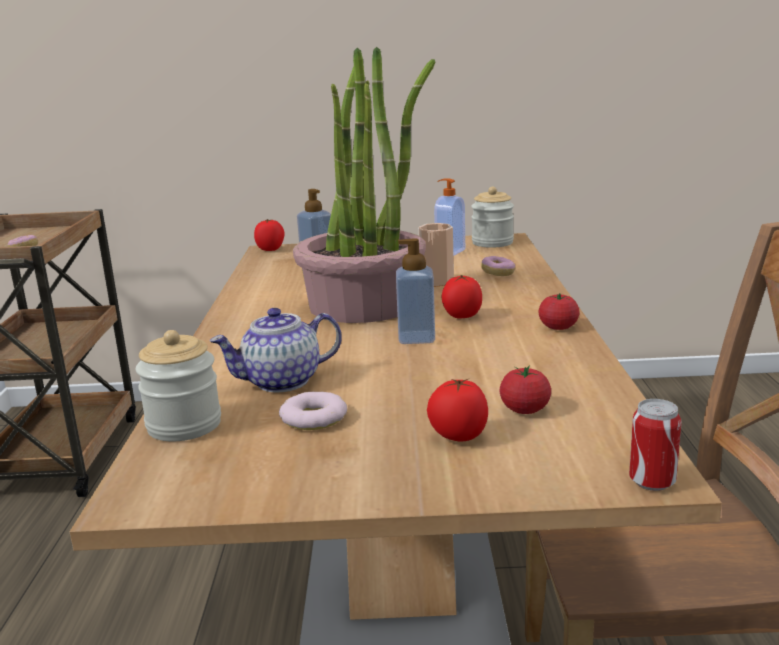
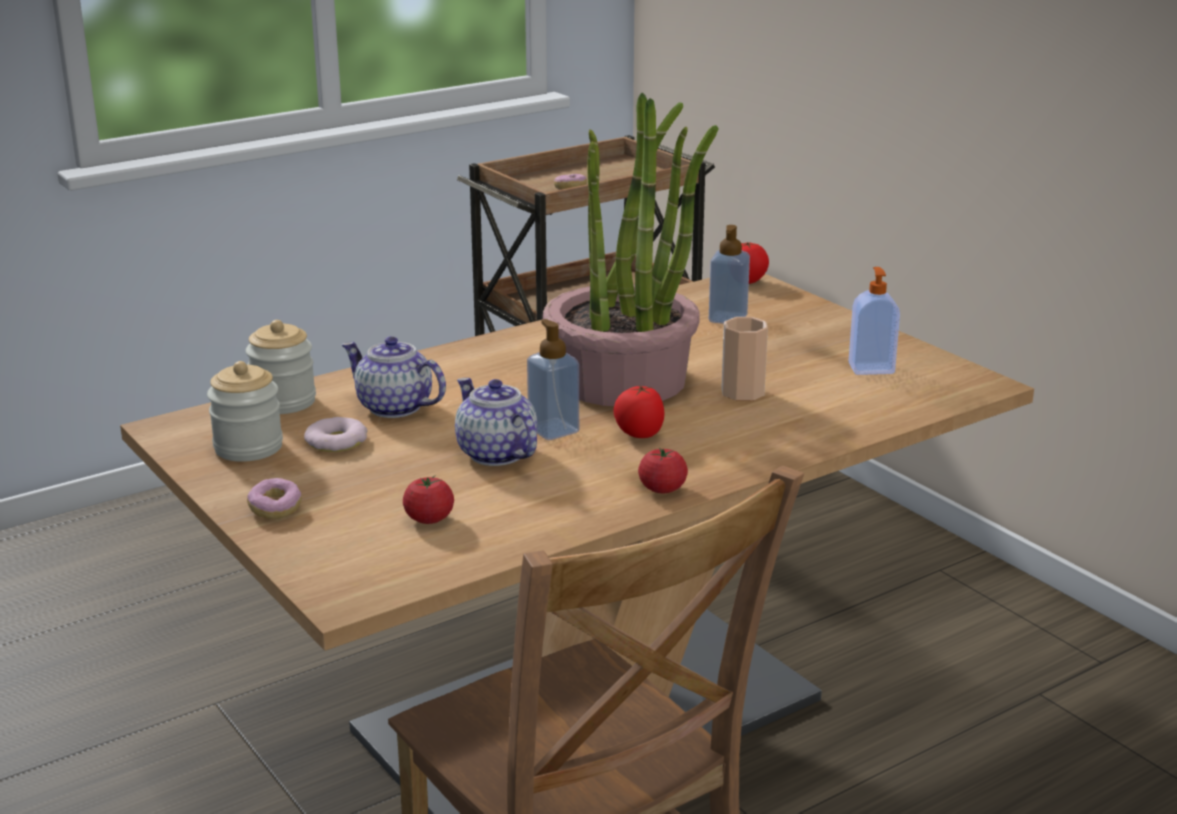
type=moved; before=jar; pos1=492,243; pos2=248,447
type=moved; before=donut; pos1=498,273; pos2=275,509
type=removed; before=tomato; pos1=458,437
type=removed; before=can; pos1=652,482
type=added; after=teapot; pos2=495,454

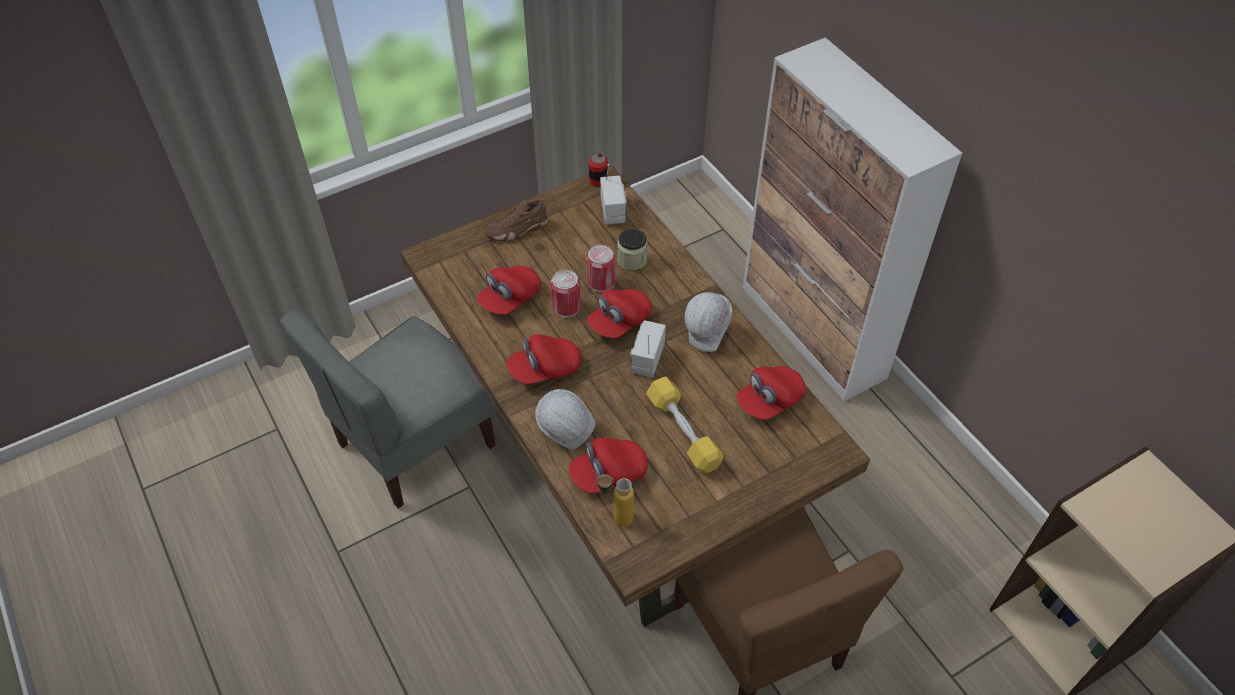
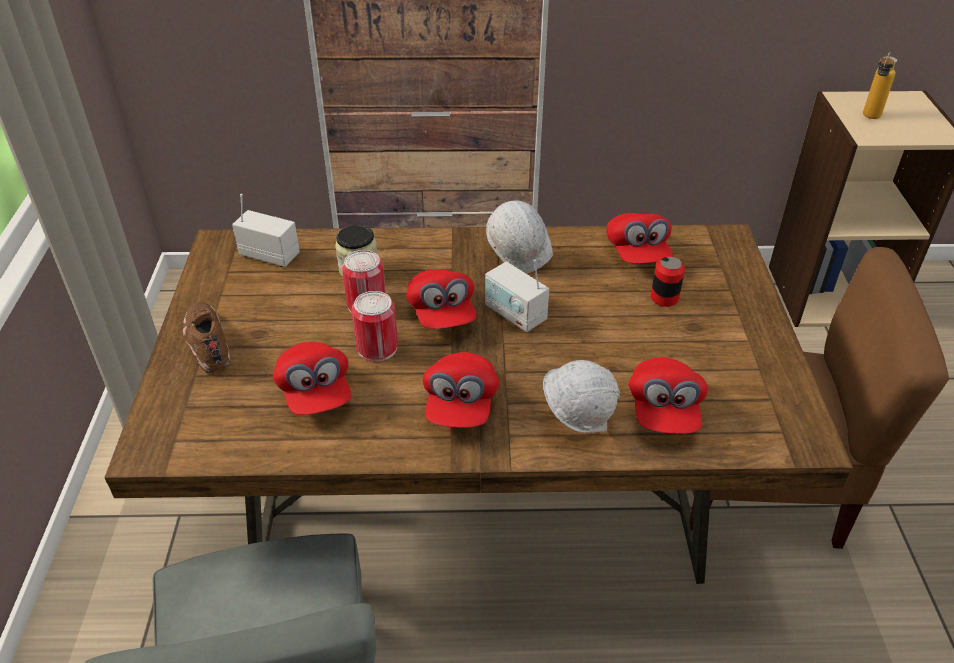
type=moved; before=can; pos1=598,181; pos2=664,298
type=turned; before=brown shoe; pos1=517,230; pos2=207,342; turn=150
type=removed; before=yellow dumbbell; pos1=683,432
type=moved; before=bottle; pos1=615,518; pos2=869,118

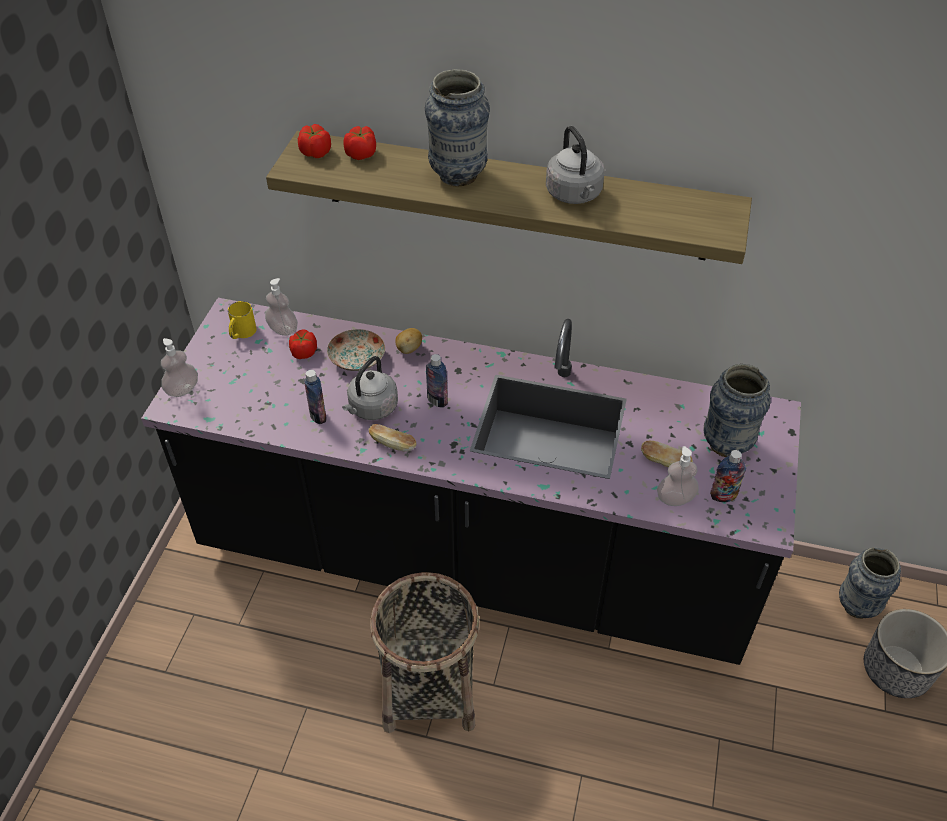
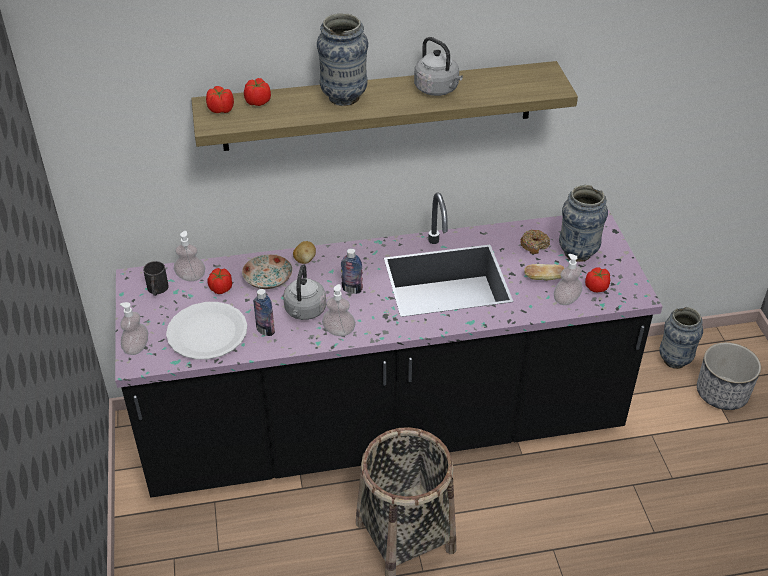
type=recoloured; before=yellow mug; after=black mug; pos1=241,333; pos2=157,290
type=replaced; before=bread; after=soap dispenser; pos1=393,444; pos2=339,331
type=replaced; before=bottle; after=tomato; pos1=723,496; pos2=596,287
type=added; after=donut; pos2=534,245
type=added; after=white plate; pos2=207,332

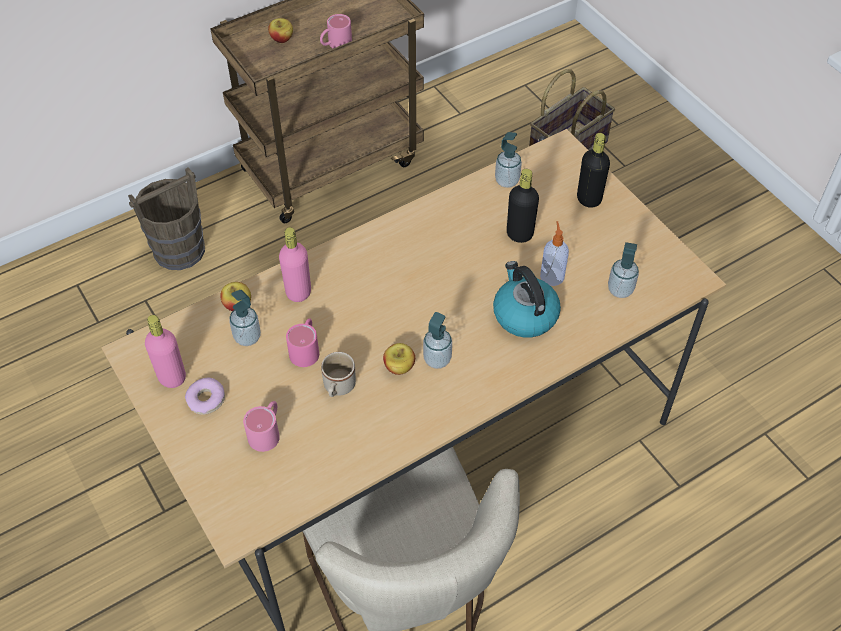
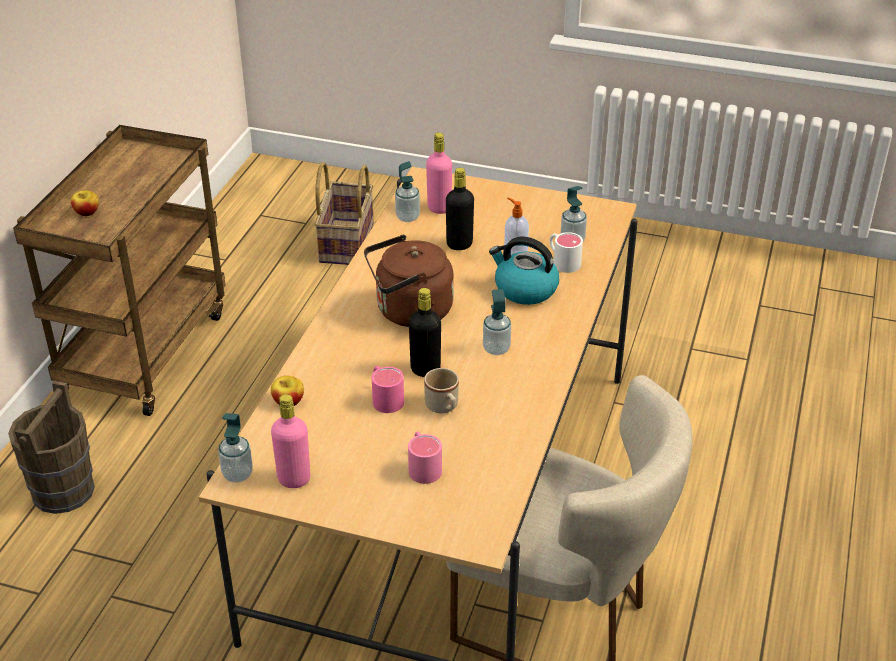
type=removed; before=pink mug; pos1=335,44
type=moved; before=black bottle; pos1=589,199; pos2=425,369
type=moved; before=pink bottle; pos1=298,292; pos2=439,208
type=moved; before=soap dispenser; pos1=247,337; pos2=237,474
type=removed; before=apple; pos1=399,367
type=removed; before=donut; pos1=206,400
type=added; after=white mug; pos2=562,261
type=added; after=brown kettle; pos2=409,312

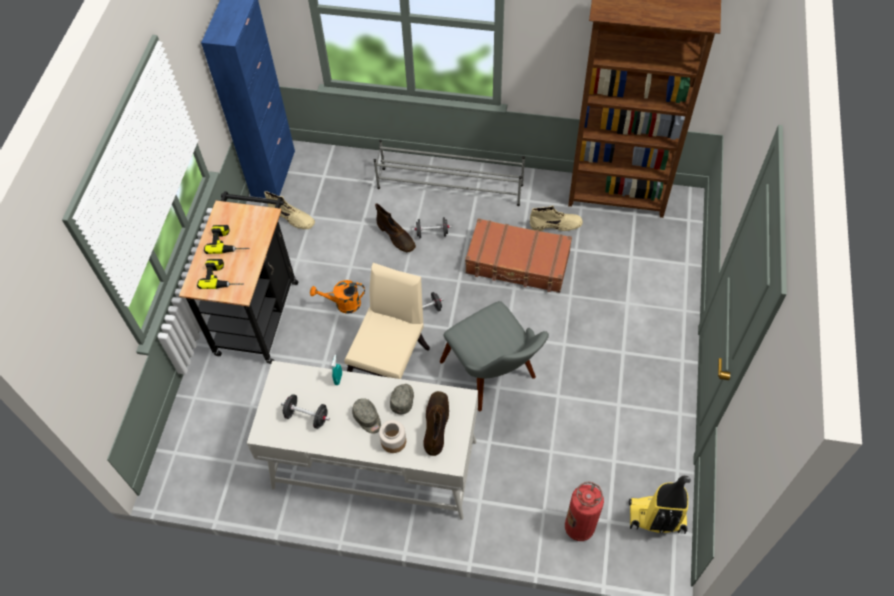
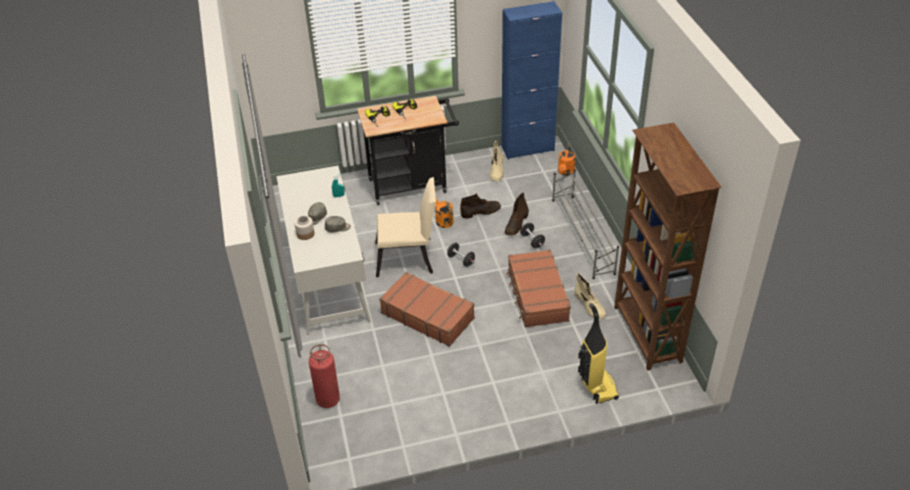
type=replaced; before=grey chair; after=brown suitcase; pos1=495,377; pos2=427,315
type=moved; before=brown boot; pos1=436,424; pos2=481,211
type=removed; before=black dumbbell; pos1=307,416
type=moved; before=vacuum cleaner; pos1=656,518; pos2=596,385
type=added; after=orange watering can; pos2=565,172

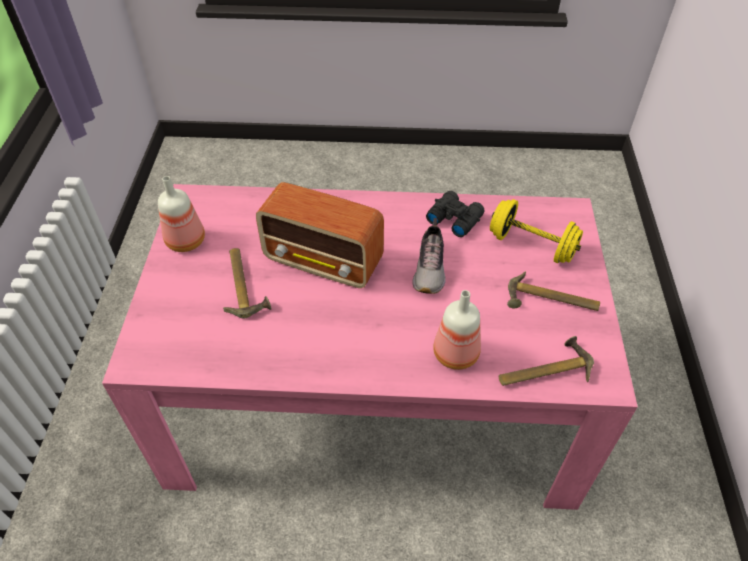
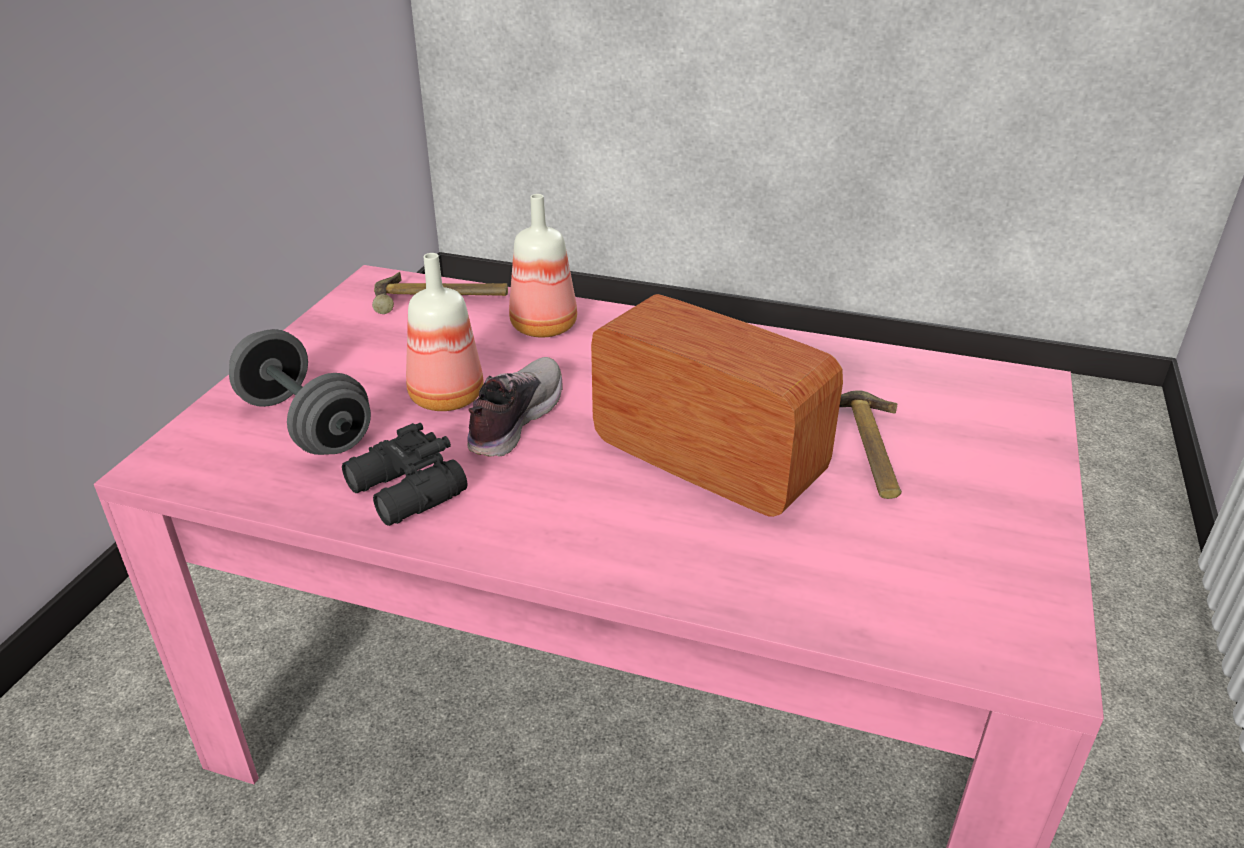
type=moved; before=bottle; pos1=186,240; pos2=445,399
type=recoloured; before=yellow dumbbell; after=grey dumbbell; pos1=531,245; pos2=305,424
type=removed; before=hammer; pos1=551,302

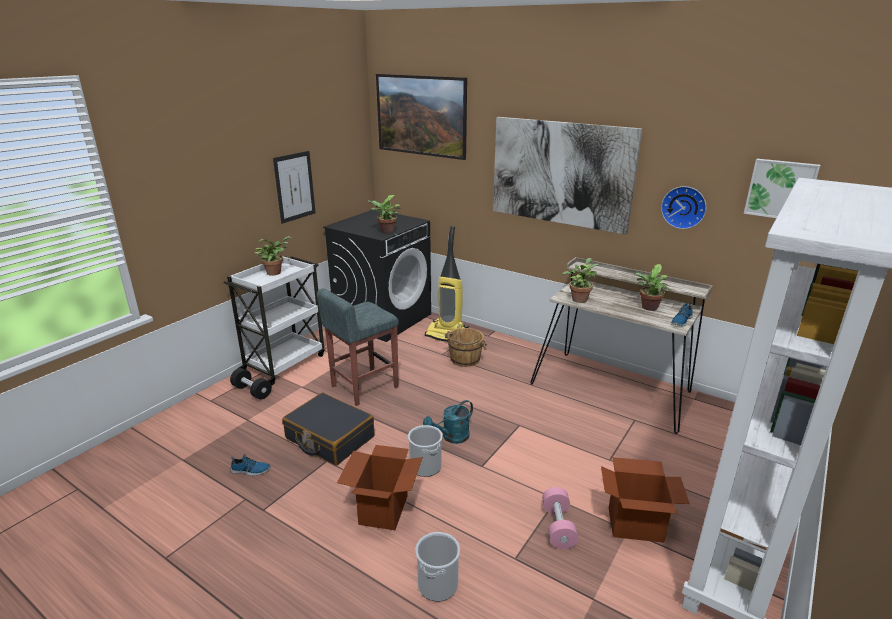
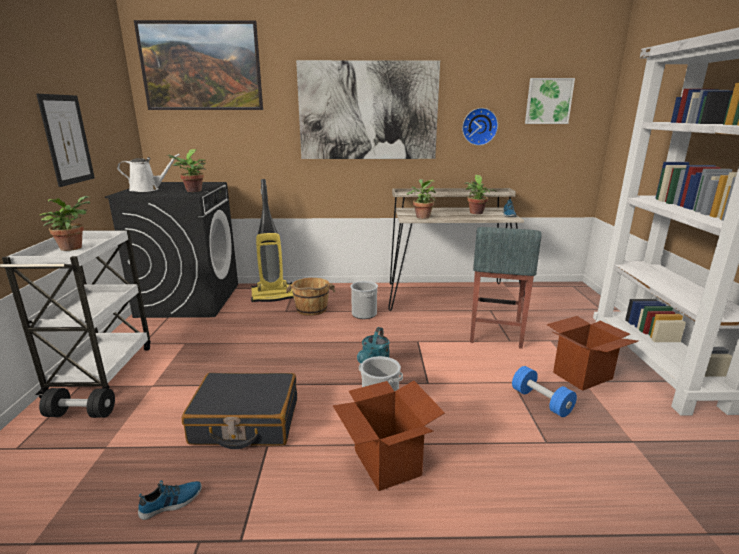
type=moved; before=grey stool; pos1=363,387; pos2=495,333
type=recoloured; before=pink dumbbell; after=blue dumbbell; pos1=558,527; pos2=541,401
type=moved; before=bucket; pos1=438,584; pos2=364,314
type=added; after=white watering can; pos2=147,189

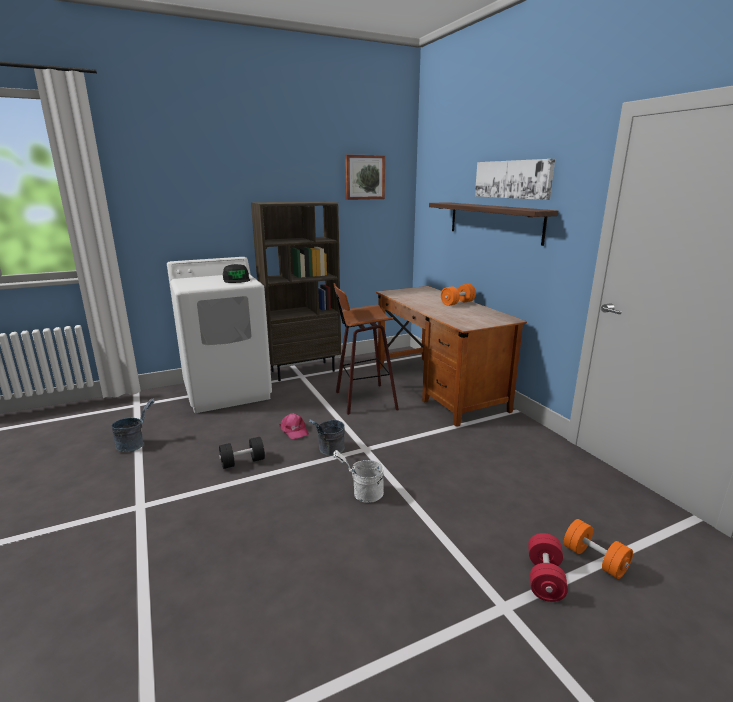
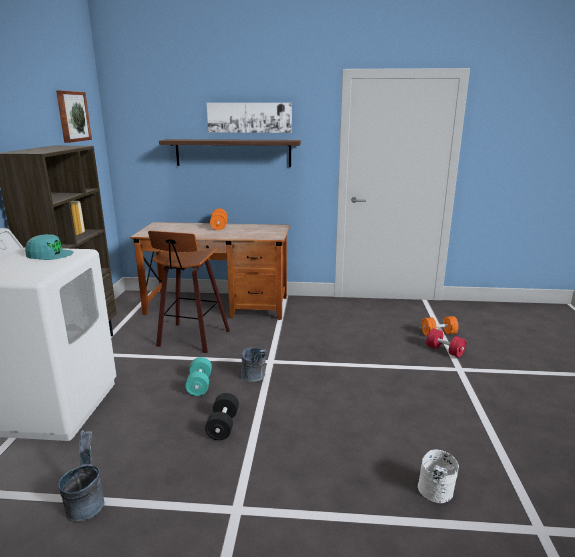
type=recoloured; before=black cap; after=turquoise cap; pos1=236,279; pos2=49,254
type=replaced; before=pink cap; after=turquoise dumbbell; pos1=294,430; pos2=199,385
type=moved; before=white bucket; pos1=362,494; pos2=435,495

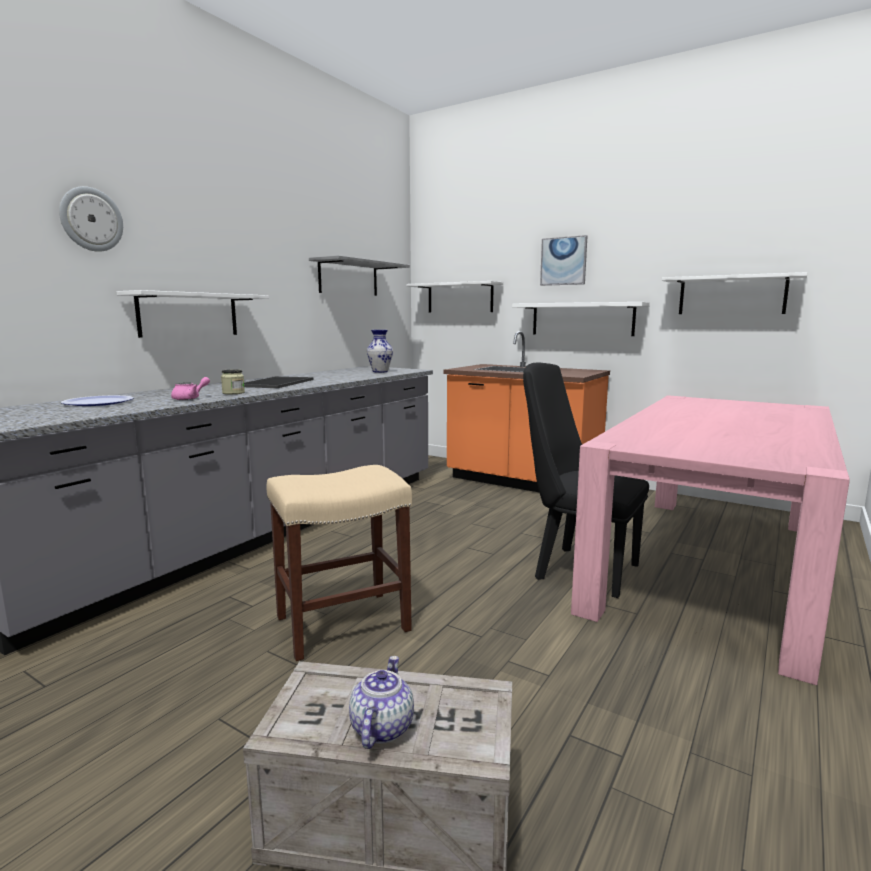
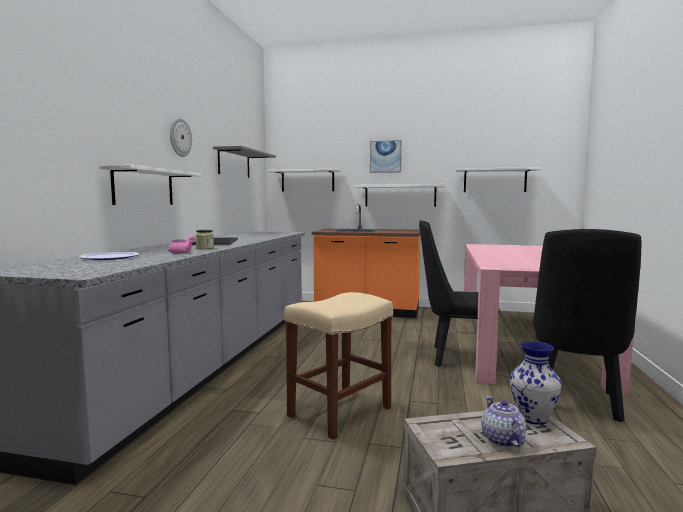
type=moved; before=wall clock; pos1=91,219; pos2=180,137
type=moved; before=vase; pos1=379,371; pos2=532,418
type=added; after=black chair; pos2=575,403

